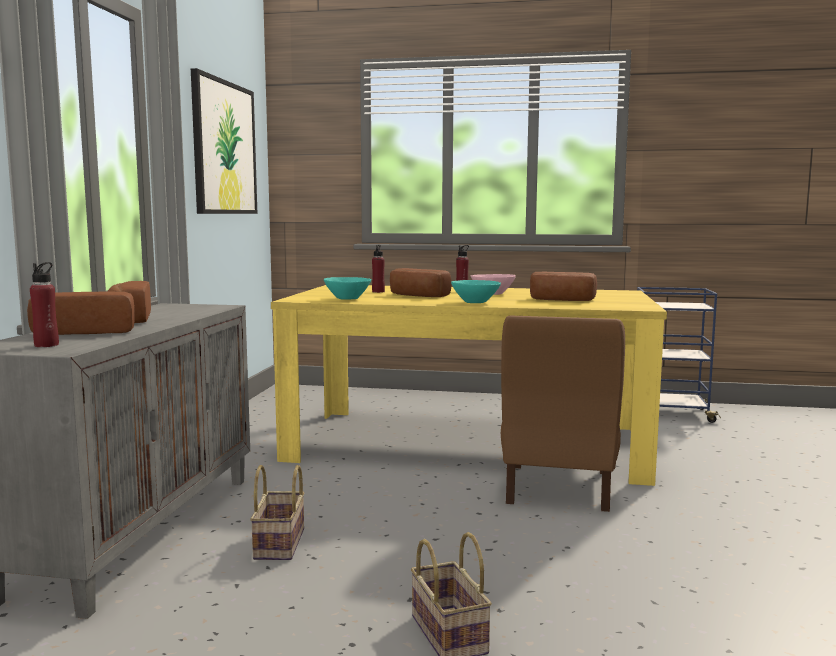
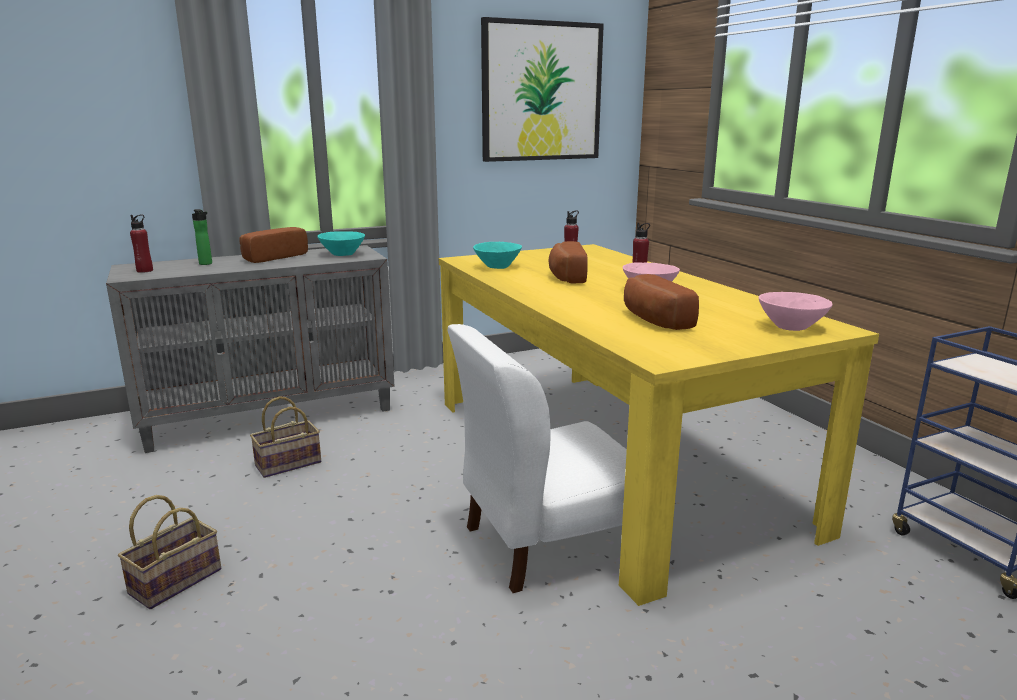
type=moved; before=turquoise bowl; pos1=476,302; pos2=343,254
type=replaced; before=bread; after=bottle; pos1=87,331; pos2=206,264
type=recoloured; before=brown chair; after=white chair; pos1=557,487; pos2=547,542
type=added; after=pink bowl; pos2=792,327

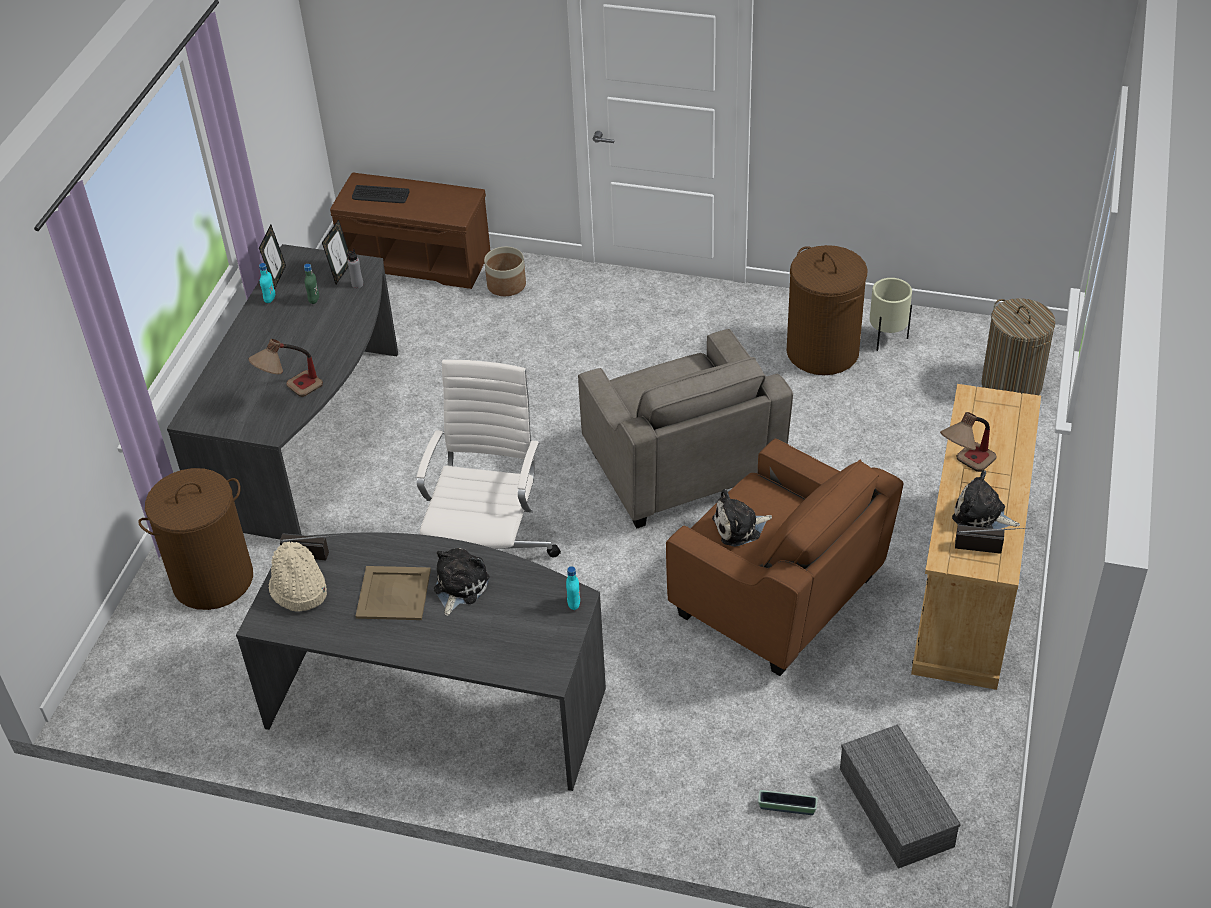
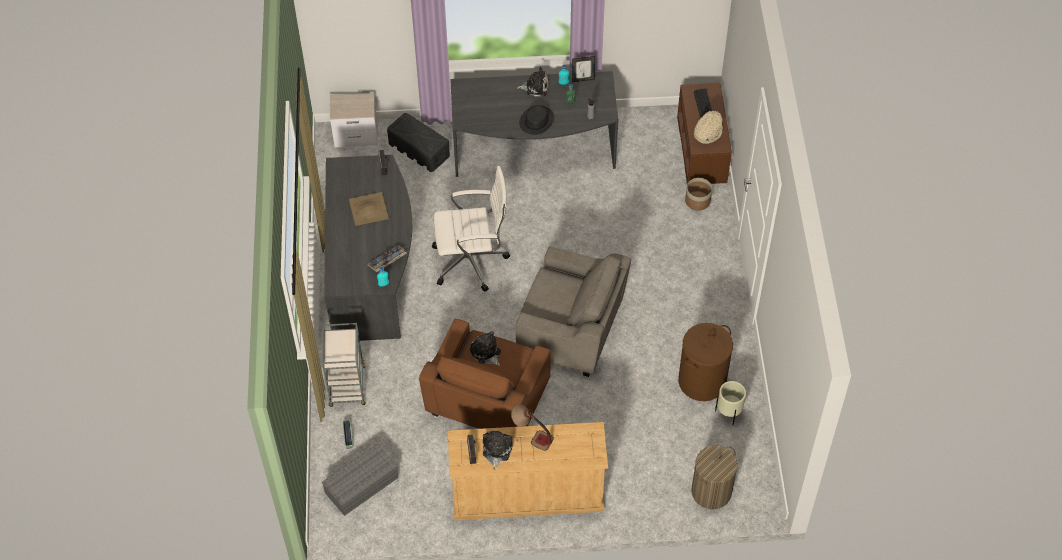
type=removed; before=picture frame; pos1=341,272
type=turned; before=grey armchair; pos1=681,469; pos2=570,332; turn=-120
type=removed; before=table lamp; pos1=290,393
type=replaced; before=brown laundry basket; after=black storage box; pos1=213,580; pos2=418,150
type=moved; before=beige hat; pos1=298,590; pos2=707,132
type=moved; before=plush toy; pos1=459,587; pos2=535,87
type=added; after=nightstand; pos2=357,135
type=added; after=black hat; pos2=536,121
type=added; after=keyboard; pos2=387,261
type=added; after=grey cart; pos2=347,387

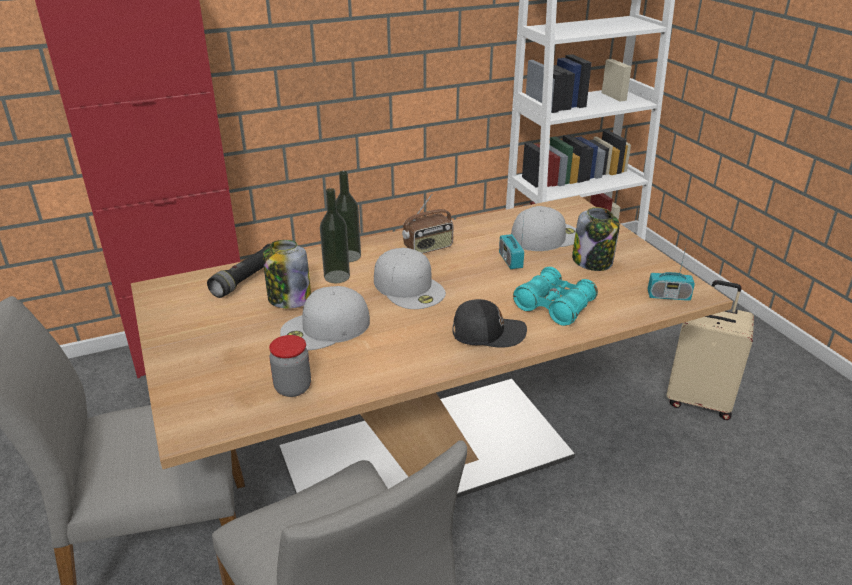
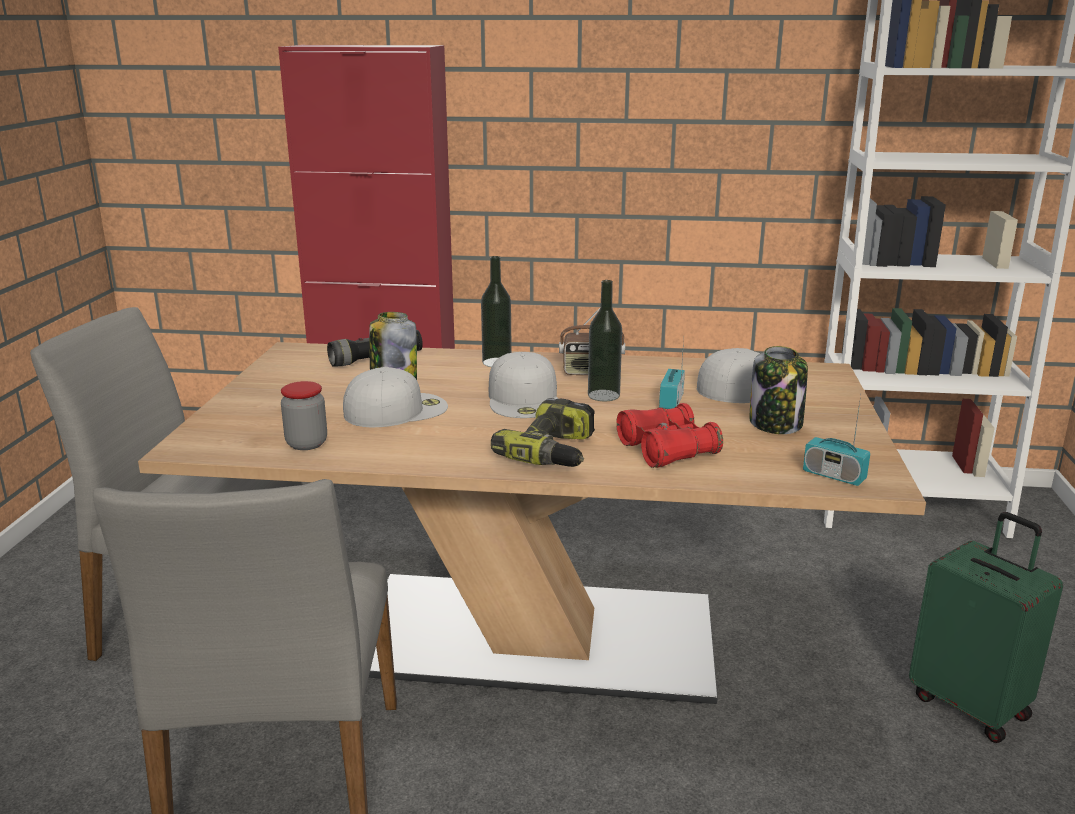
type=moved; before=bottle; pos1=337,276; pos2=603,395
type=recoloured; before=turquoise binoculars; after=red binoculars; pos1=554,306; pos2=667,450
type=recoloured; before=beige suitcase; after=green suitcase; pos1=699,400; pos2=970,705
type=turned; before=white cap; pos1=325,328; pos2=396,409; turn=150
type=replaced; before=black cap; after=power drill; pos1=487,333; pos2=555,452

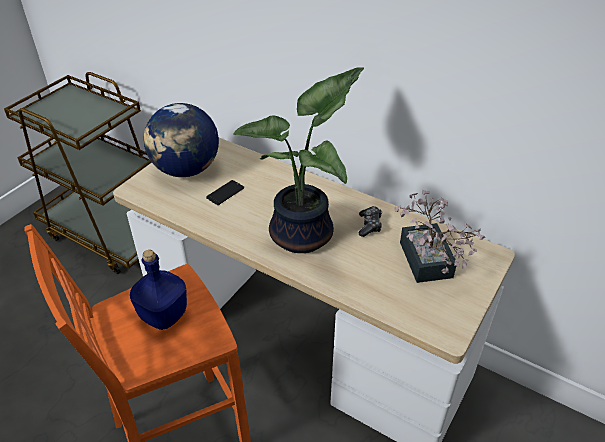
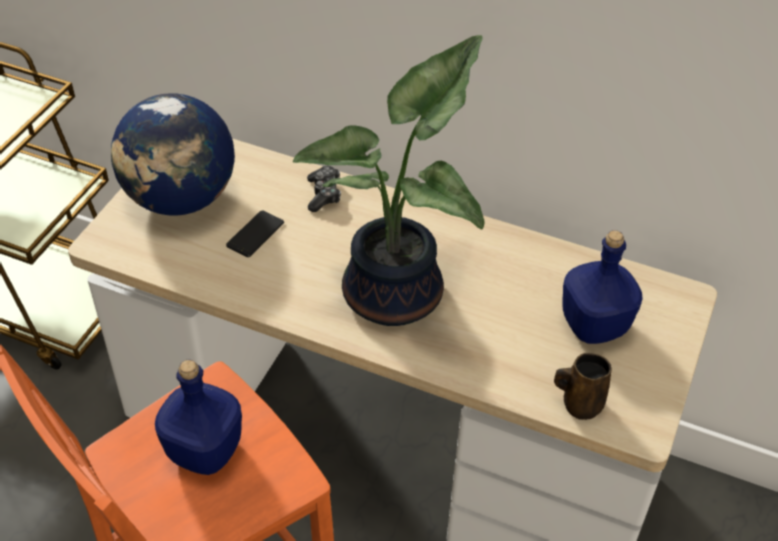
type=replaced; before=potted plant; after=blue bottle; pos1=427,265; pos2=593,324
type=moved; before=game controller; pos1=370,225; pos2=324,194
type=added; after=brown mug; pos2=579,404

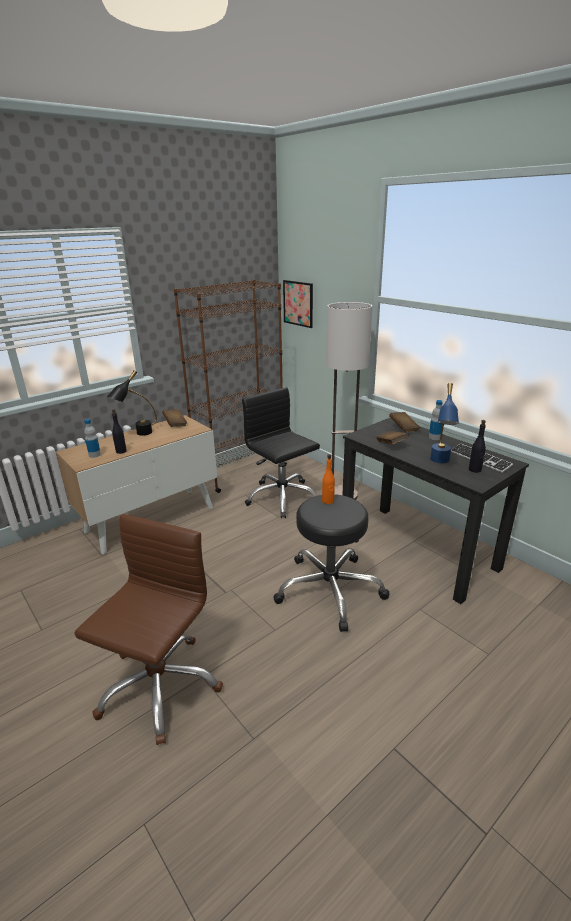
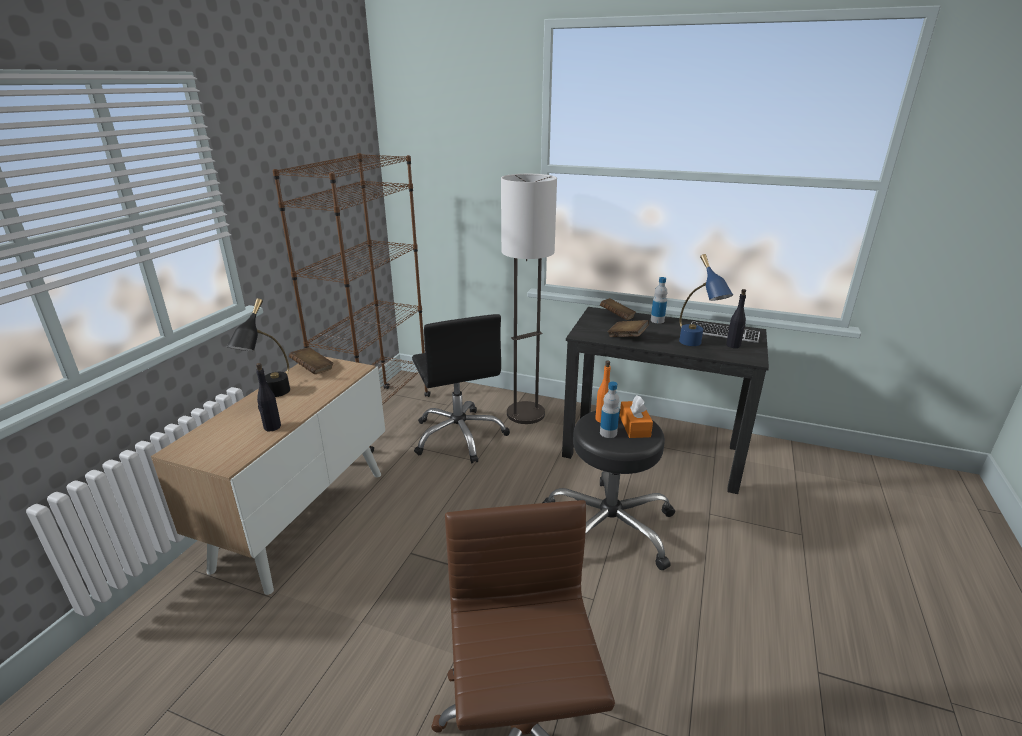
type=removed; before=picture; pos1=298,303
type=turned; before=black office chair; pos1=282,497; pos2=459,436; turn=-135
type=moved; before=bottle; pos1=94,455; pos2=608,433
type=added; after=orange tissue box; pos2=634,426

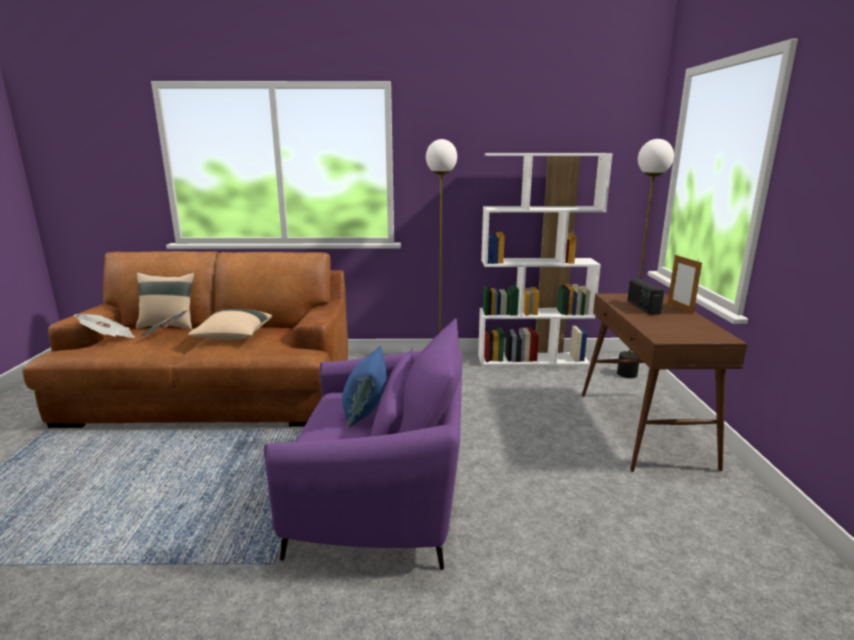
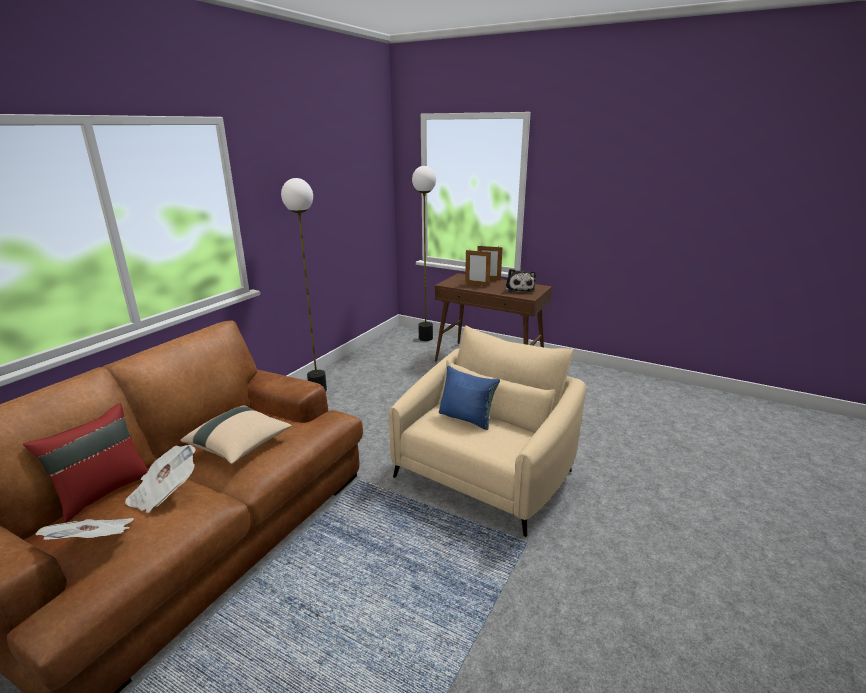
type=removed; before=white bookcase; pos1=533,359
type=recoloured; before=beige pillow; after=red pillow; pos1=169,325; pos2=103,492
type=replaced; before=radio; after=picture frame; pos1=643,307; pos2=477,284
type=recoloured; before=purple armchair; after=beige armchair; pos1=382,497; pos2=485,473
type=added; after=plush toy; pos2=519,289

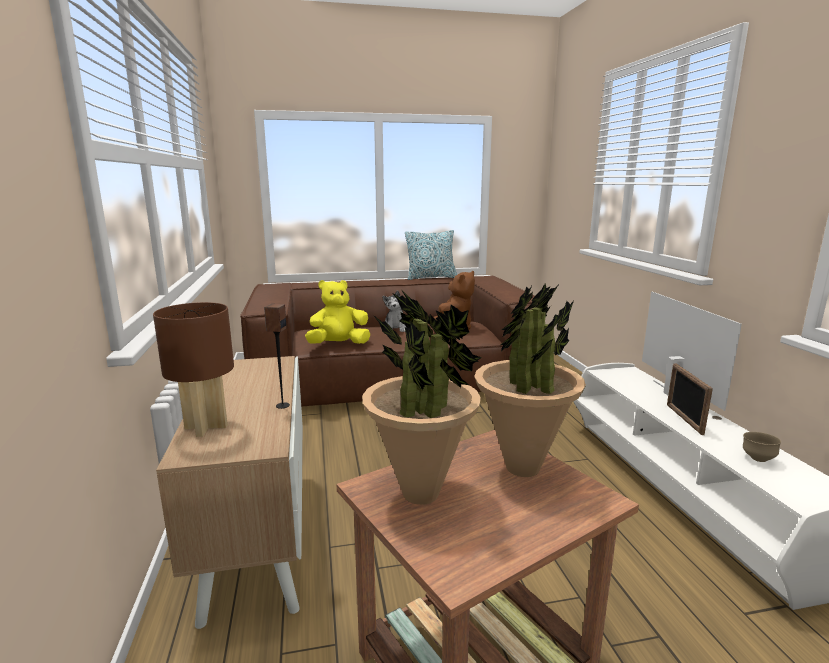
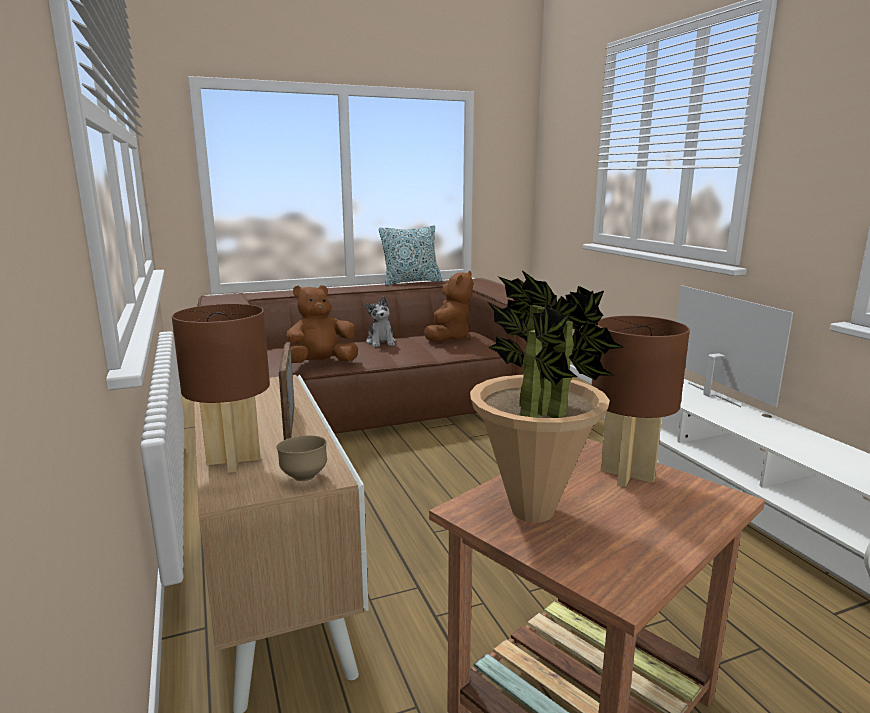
type=recoloured; before=yellow plush toy; after=brown plush toy; pos1=338,345; pos2=320,364
type=replaced; before=potted plant; after=brown table lamp; pos1=522,467; pos2=626,474
type=removed; before=speaker; pos1=282,405
type=moved; before=picture frame; pos1=684,419; pos2=289,422
type=moved; before=brown bowl; pos1=757,459; pos2=304,477

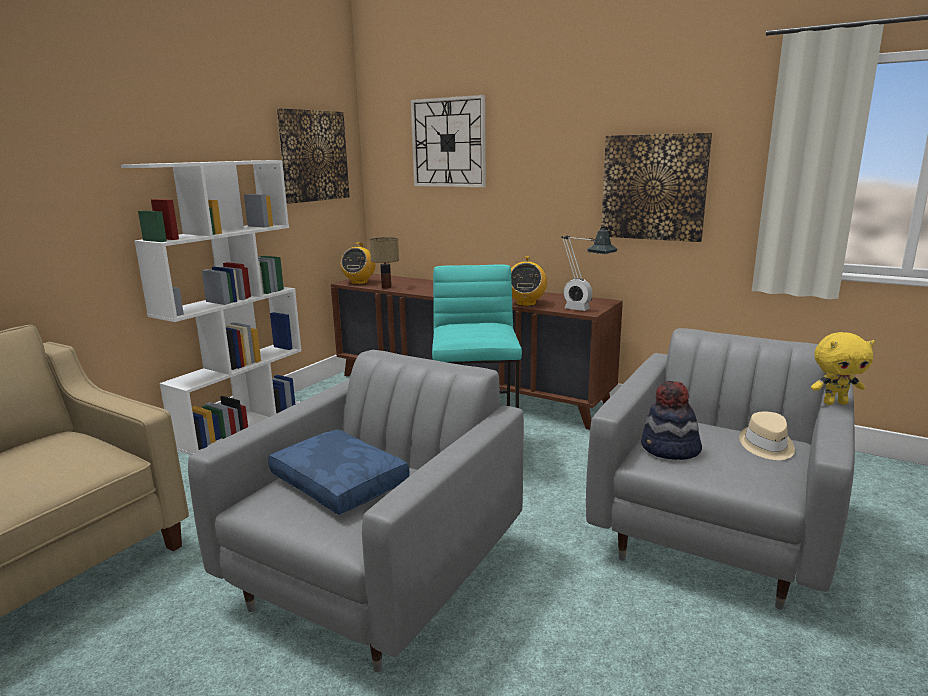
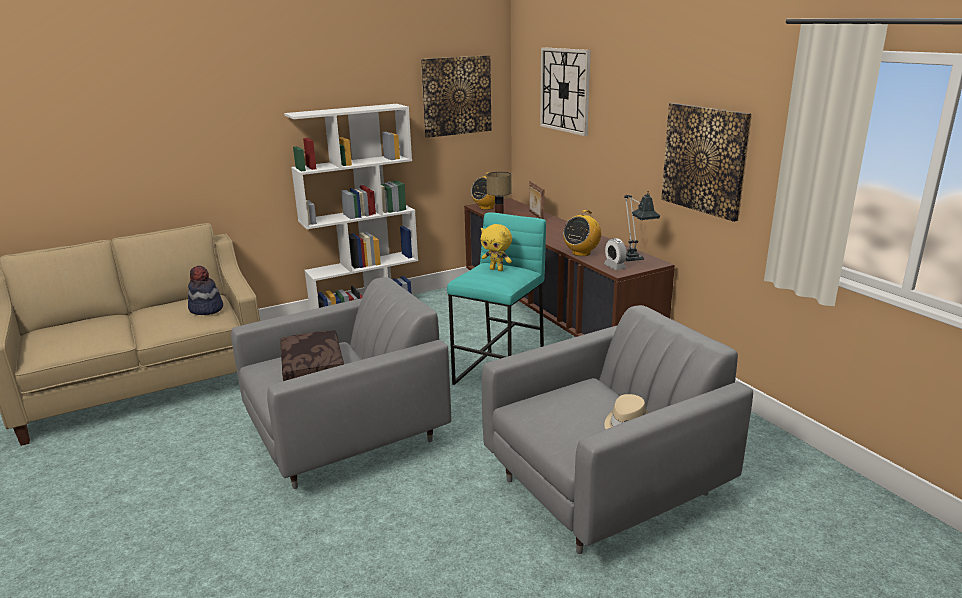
type=moved; before=yellow plush toy; pos1=835,403; pos2=497,269
type=moved; before=hat; pos1=669,450; pos2=206,309
type=recoloured; before=blue pillow; after=brown pillow; pos1=341,482; pos2=314,366
type=added; after=picture frame; pos2=535,216

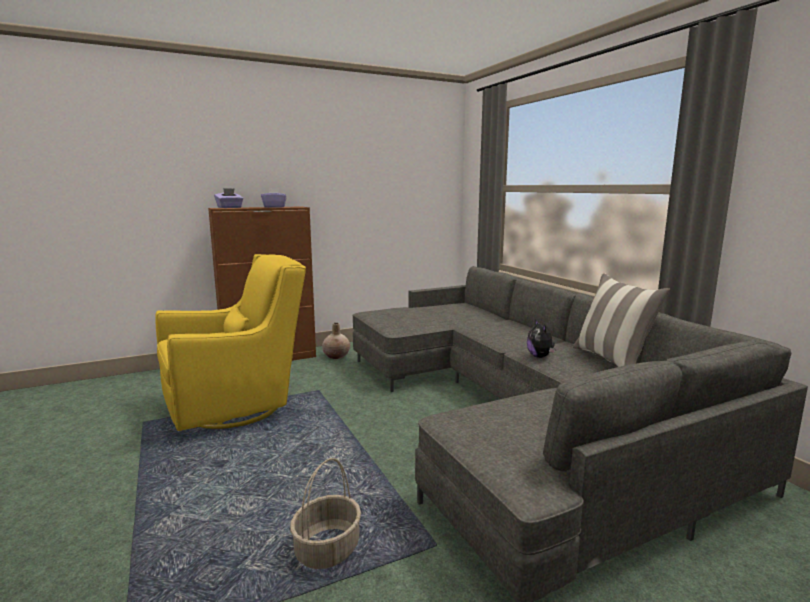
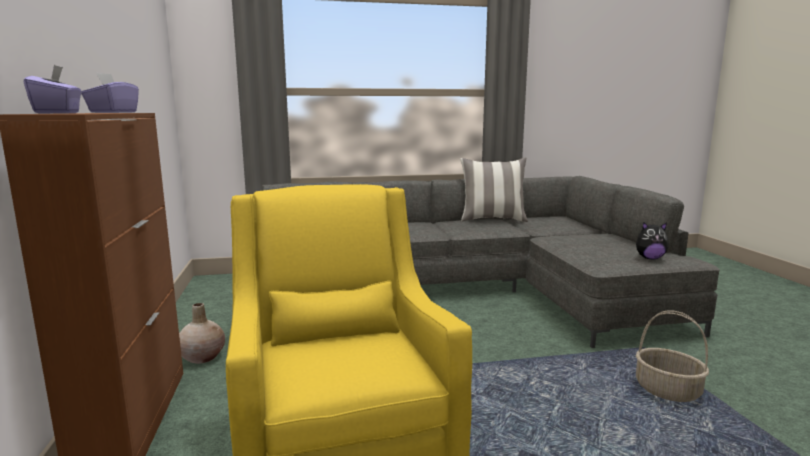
type=moved; before=plush toy; pos1=540,356; pos2=649,258

